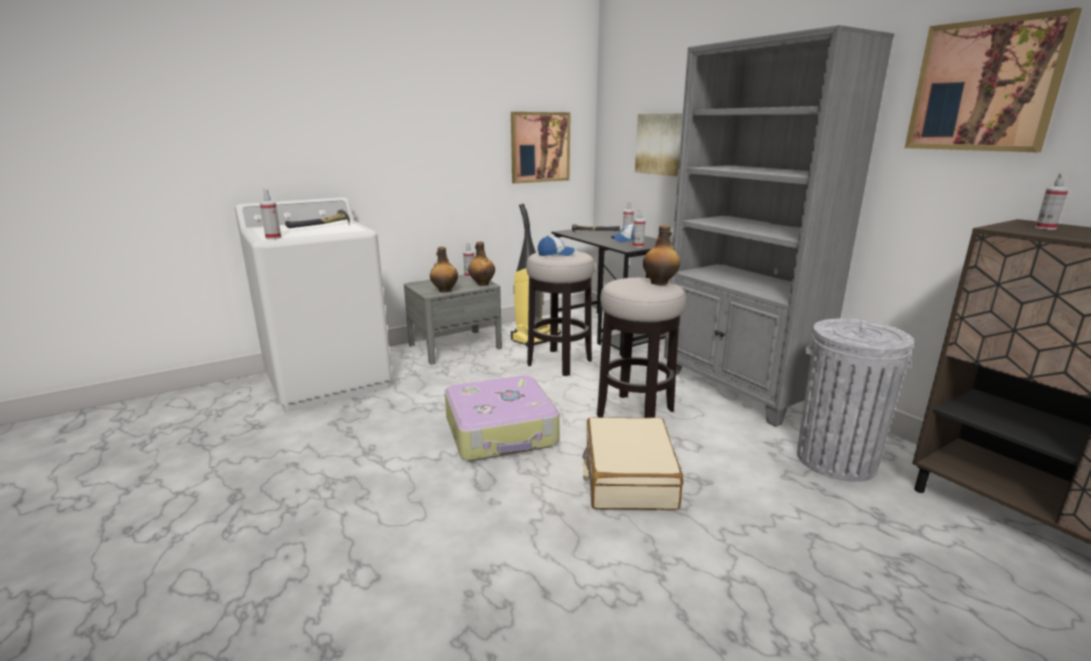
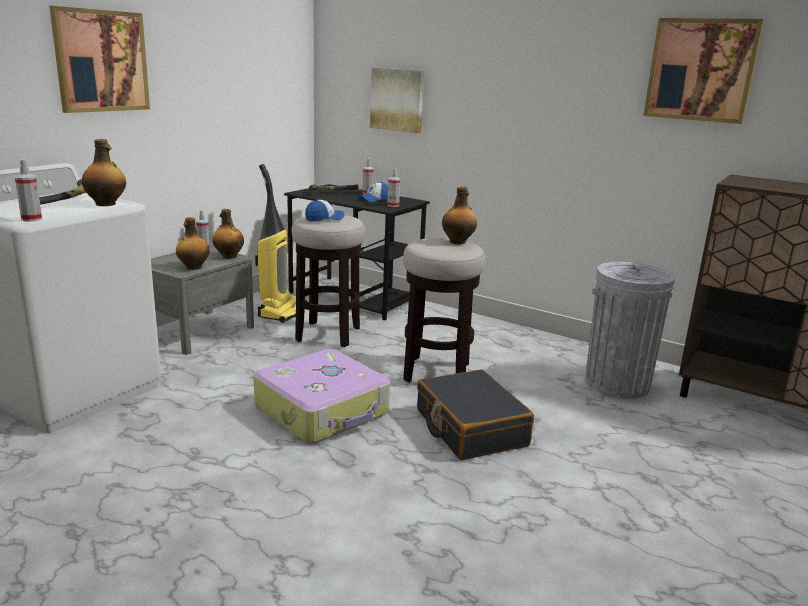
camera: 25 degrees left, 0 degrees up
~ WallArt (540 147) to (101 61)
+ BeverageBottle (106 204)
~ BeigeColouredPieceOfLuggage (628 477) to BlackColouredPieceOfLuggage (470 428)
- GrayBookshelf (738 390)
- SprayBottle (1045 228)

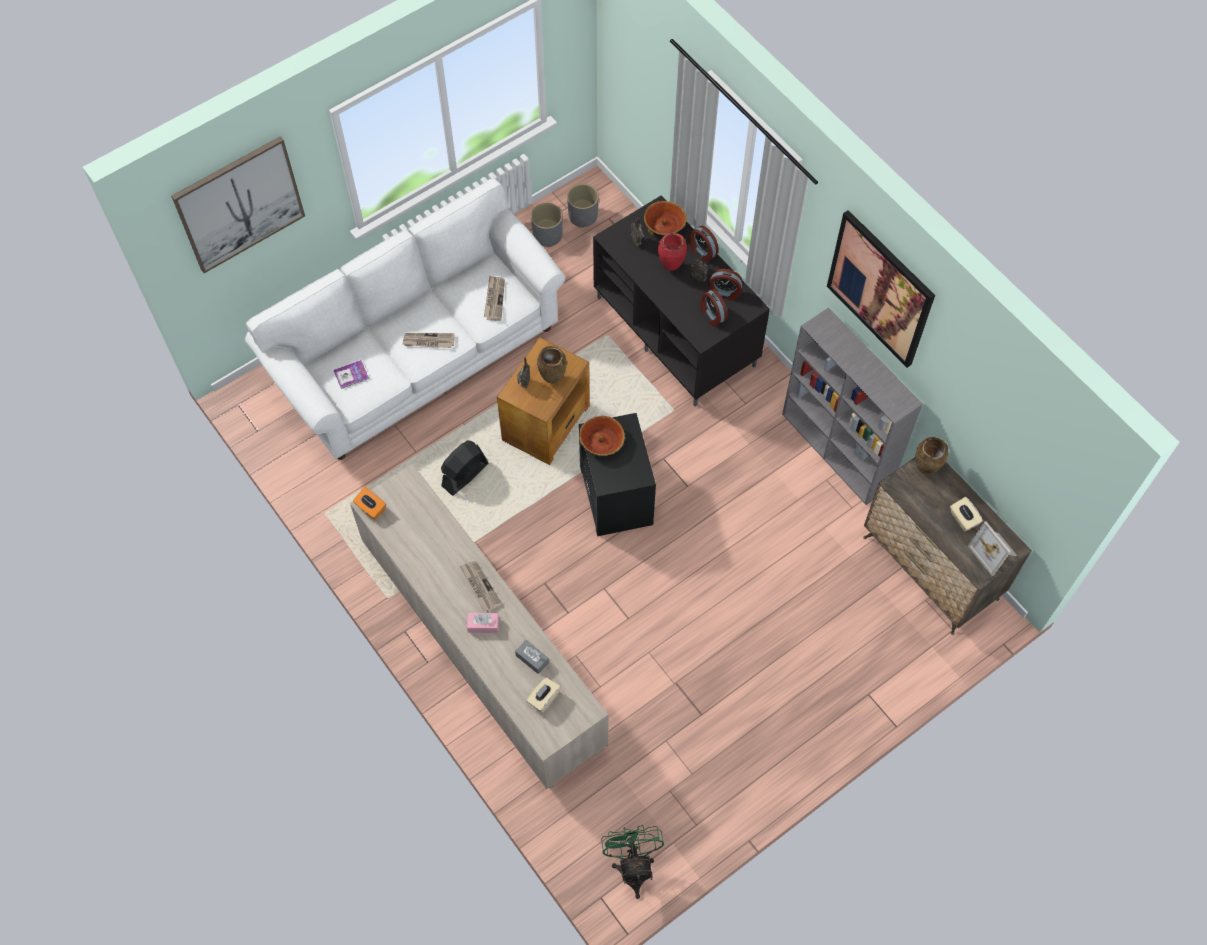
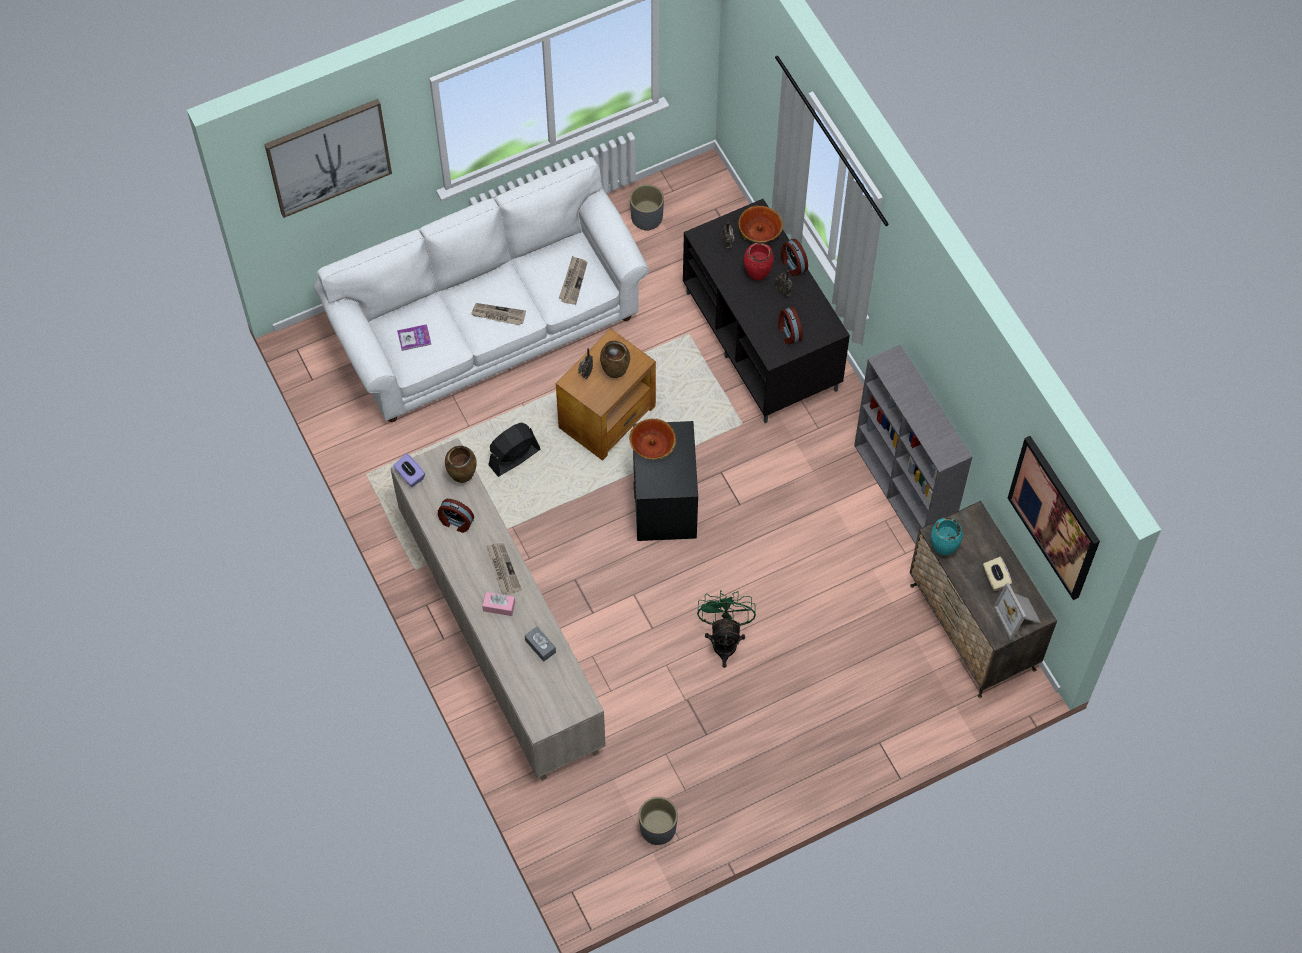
camera: 10 degrees right, 0 degrees up
~ OrangeColouredTissueBox (371 508) to PurplishTissueBox (410 475)
~ TableClock (724 293) to (456 522)
~ BrownishFlowerVase (925 470) to (462 479)
~ GrayFlowerPot (583 216) to (658 828)
~ GreenishFan (633 866) to (725 639)
+ TurquoiseFlowerVase (942 550)
~ WallArt (880 289) to (1054 517)
- BeigeColouredTissueBox (544 698)

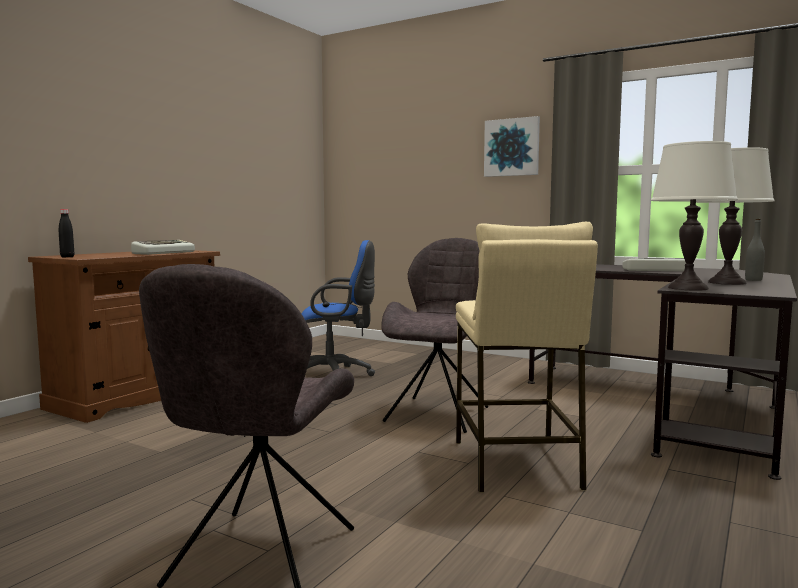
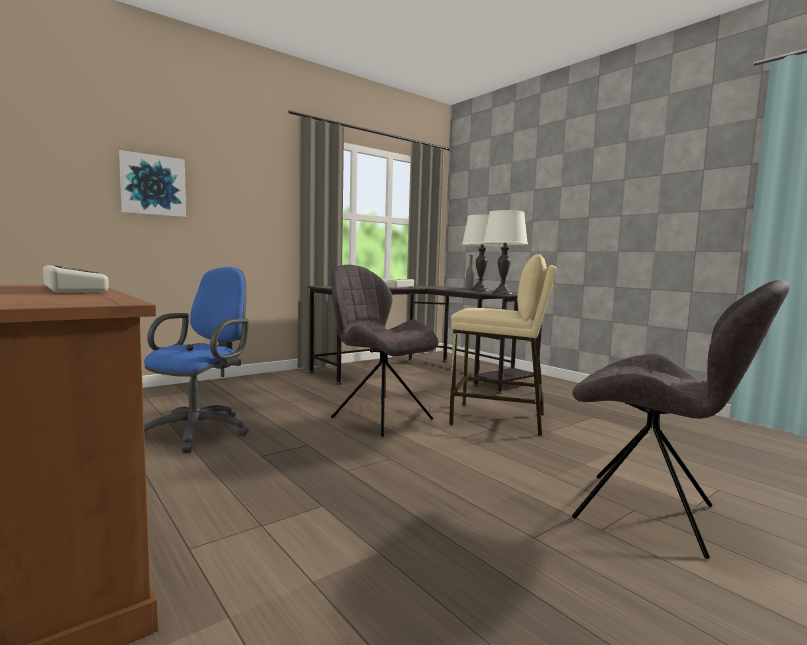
camera: 70 degrees left, 0 degrees up
~ WallArt (512 147) to (153 185)
- BlackColouredBeverageBottle (67 257)

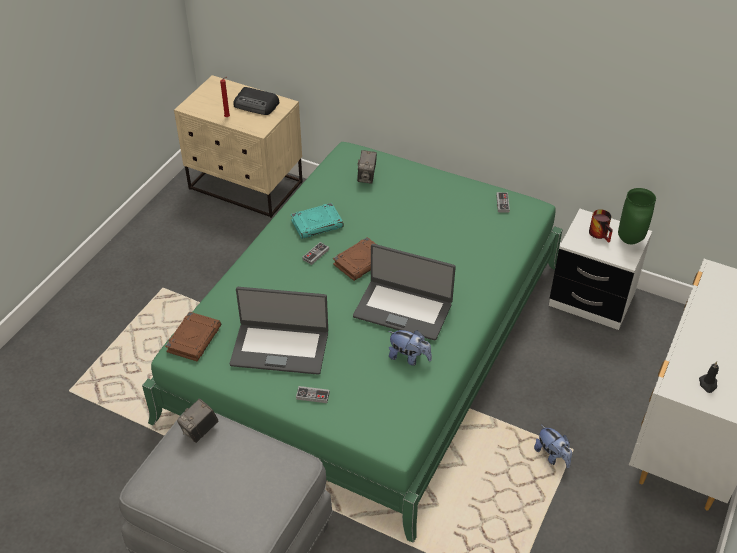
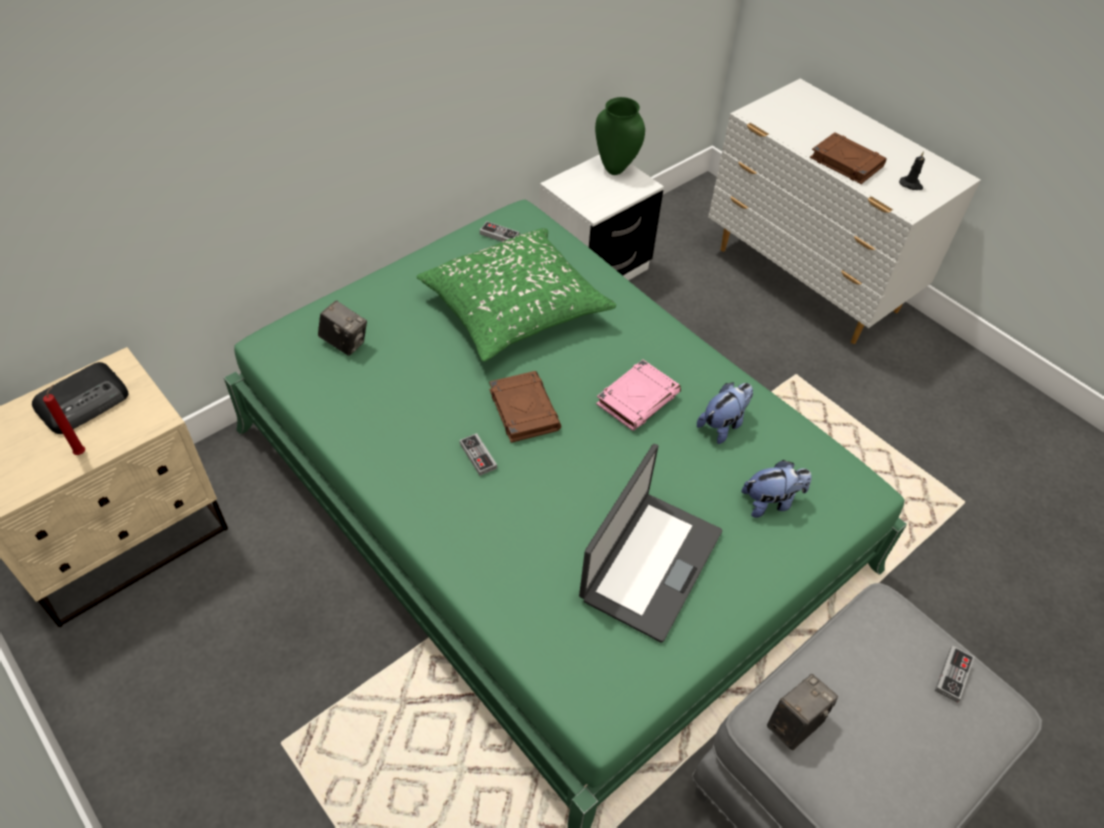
camera: 70 degrees left, 5 degrees up
+ GreenishPillow (515 309)
~ NotebookComputer (403 309) to PinkishBook (638 398)
~ PlushToy (552 456) to (771 502)
~ PhotoCamera (200 430) = (794 722) 105 degrees counterclockwise
~ BrownishBook (194 338) to (845 162)
~ GameController (312 396) to (953 675)
- TurquoiseBook (317 223)
- Mug (601 234)

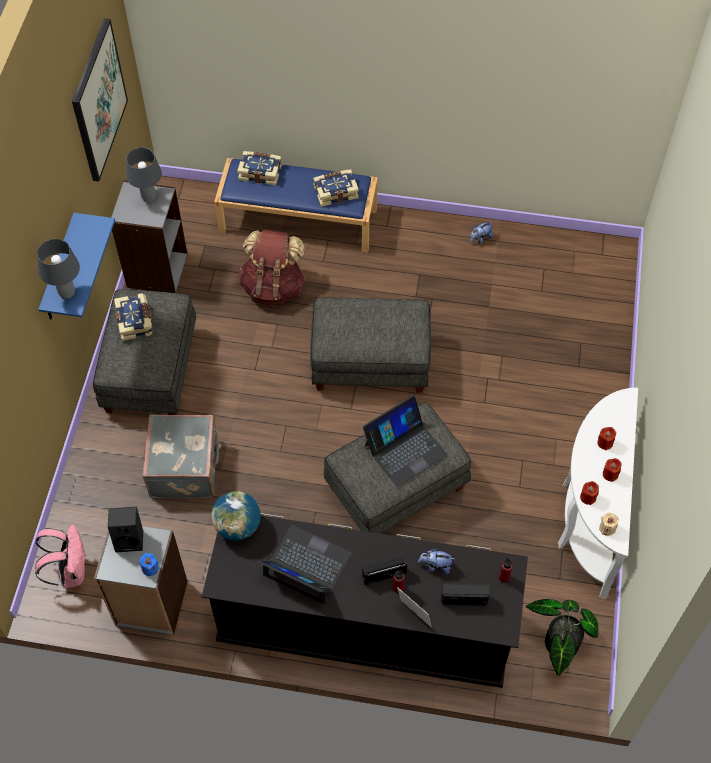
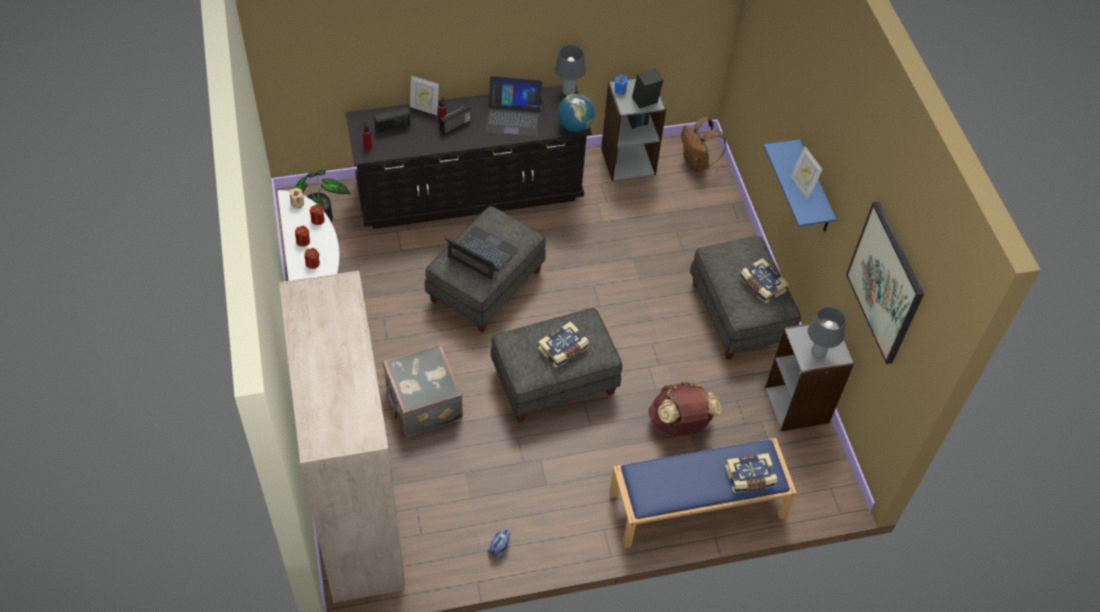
camera: 155 degrees right, 5 degrees down
+ BeigeColouredClothesCupboard (358 511)
~ GrayPieceOfLuggage (186 468) to (422 404)
~ NotebookComputer (405 449) = (482 253) 90 degrees clockwise
~ Book (335 191) to (563 350)
~ GrayTableLamp (67 293) to (568 92)
~ PinkishBackpack (70 571) to BrownishBackpack (697 163)
+ PhotoFrame (802 187)
- PlushToy (435 566)

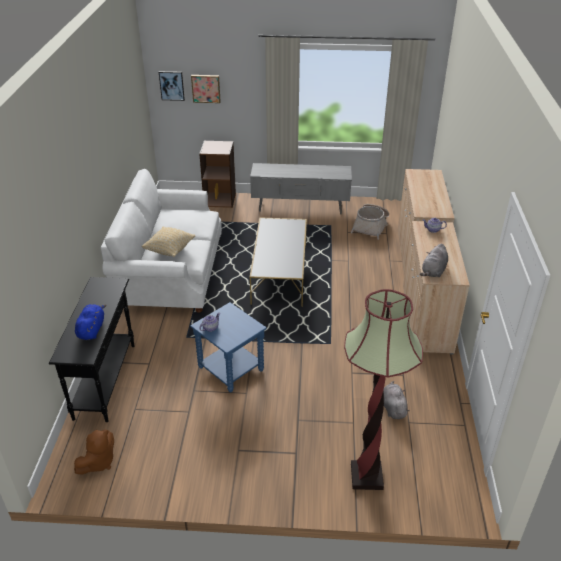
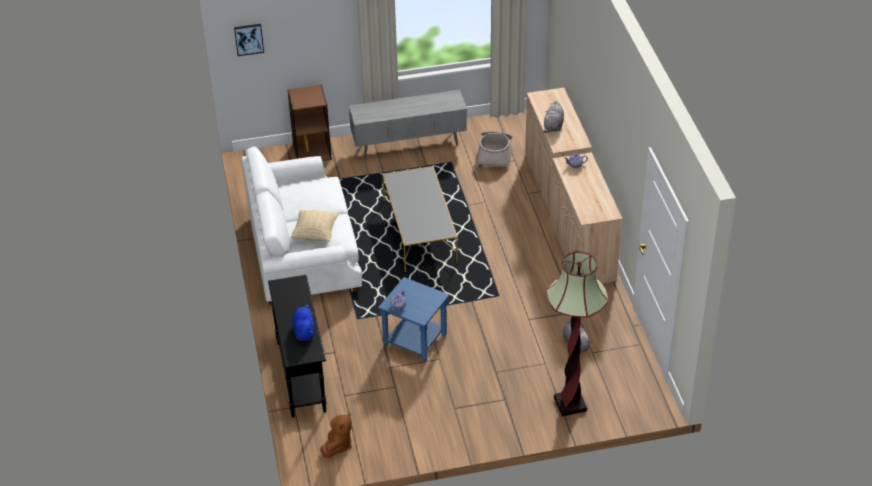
camera: 15 degrees left, 5 degrees up
~ GrayPlushToy (433 271) to (553 126)
- WallArt (206 88)

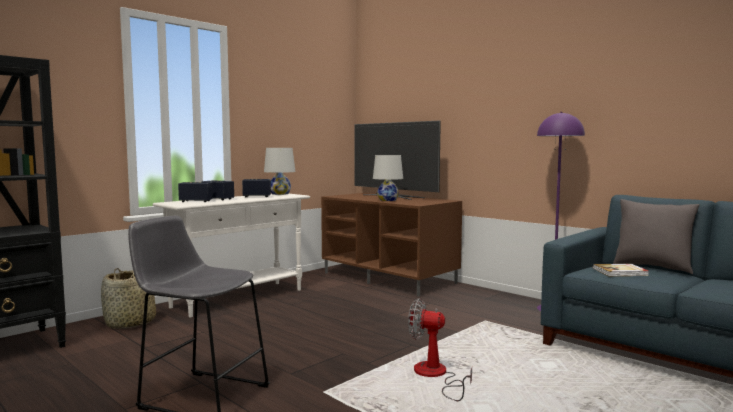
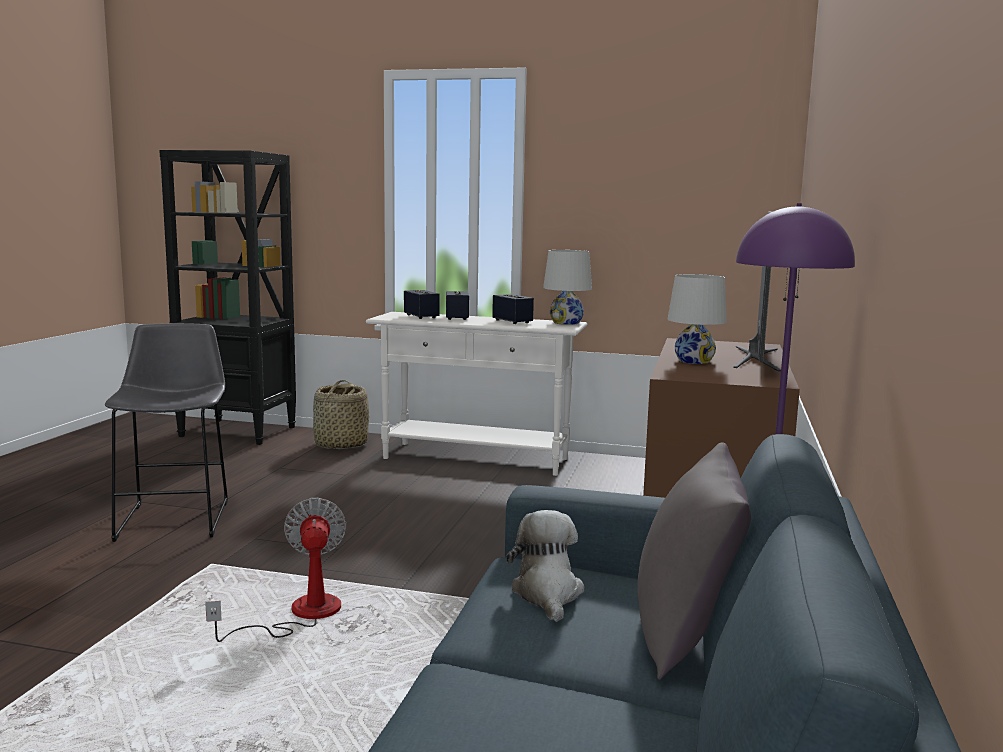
camera: 60 degrees right, 5 degrees up
~ Book (620 272) to PlushToy (547 594)

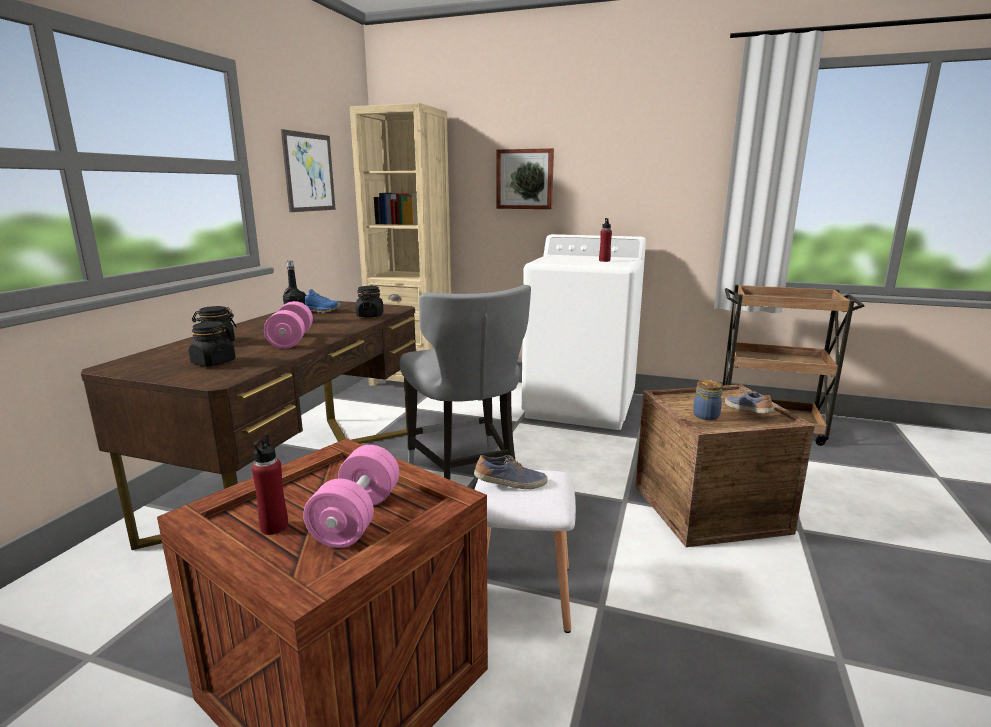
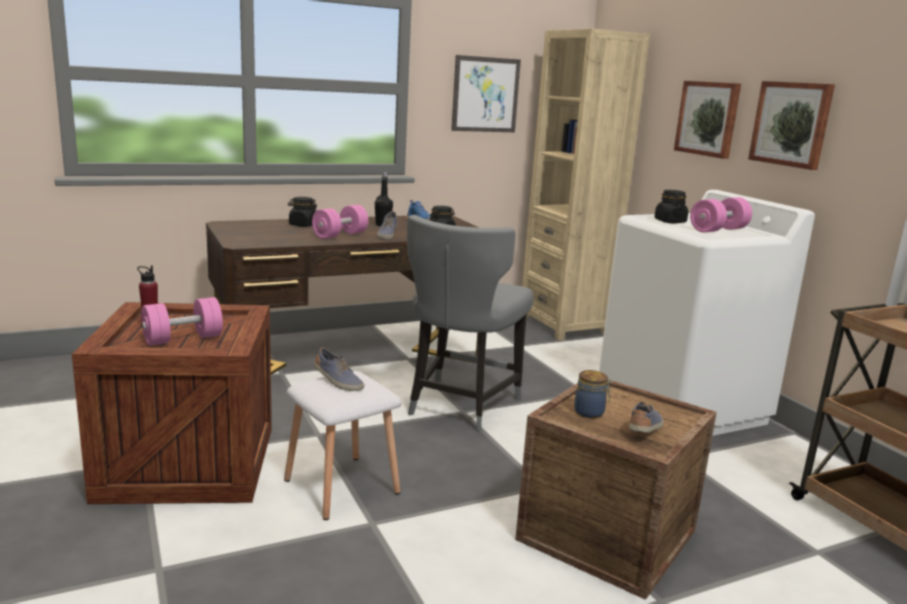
camera: 45 degrees right, 0 degrees up
+ LowShoe (387 234)
~ BlackColouredJar (213 362) to (669 221)
~ ReddishBeverageBottle (604 261) to PinkishFreeWeight (718 230)
+ WallArt (791 124)

